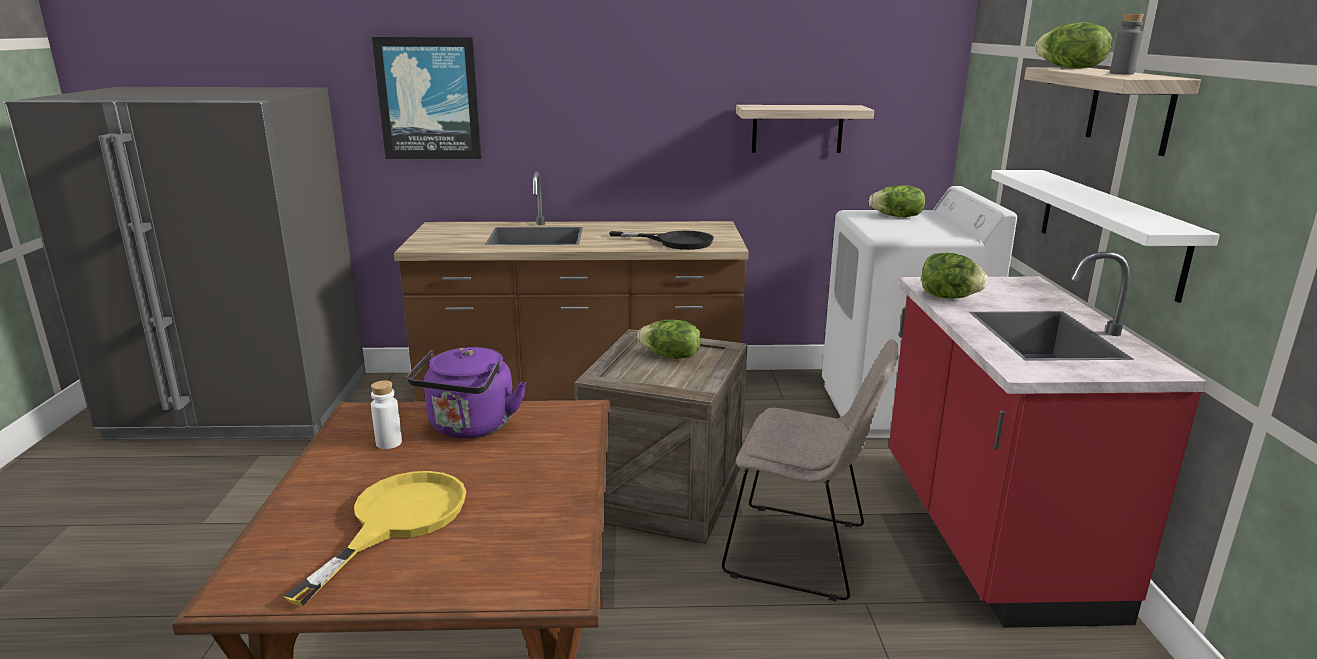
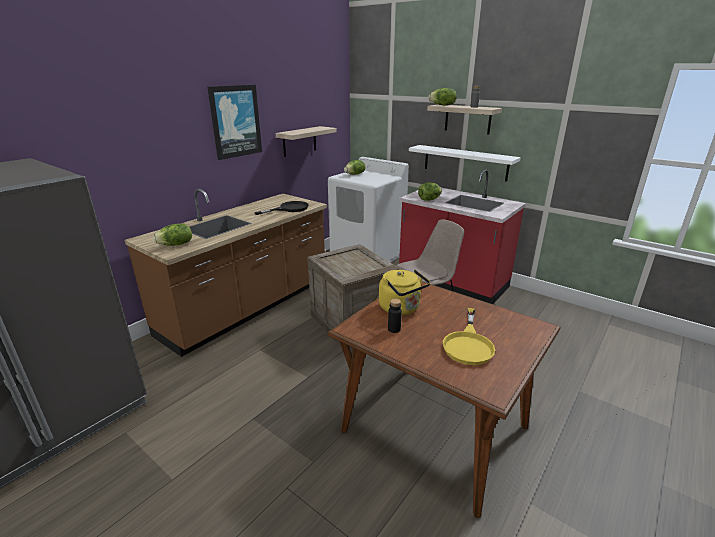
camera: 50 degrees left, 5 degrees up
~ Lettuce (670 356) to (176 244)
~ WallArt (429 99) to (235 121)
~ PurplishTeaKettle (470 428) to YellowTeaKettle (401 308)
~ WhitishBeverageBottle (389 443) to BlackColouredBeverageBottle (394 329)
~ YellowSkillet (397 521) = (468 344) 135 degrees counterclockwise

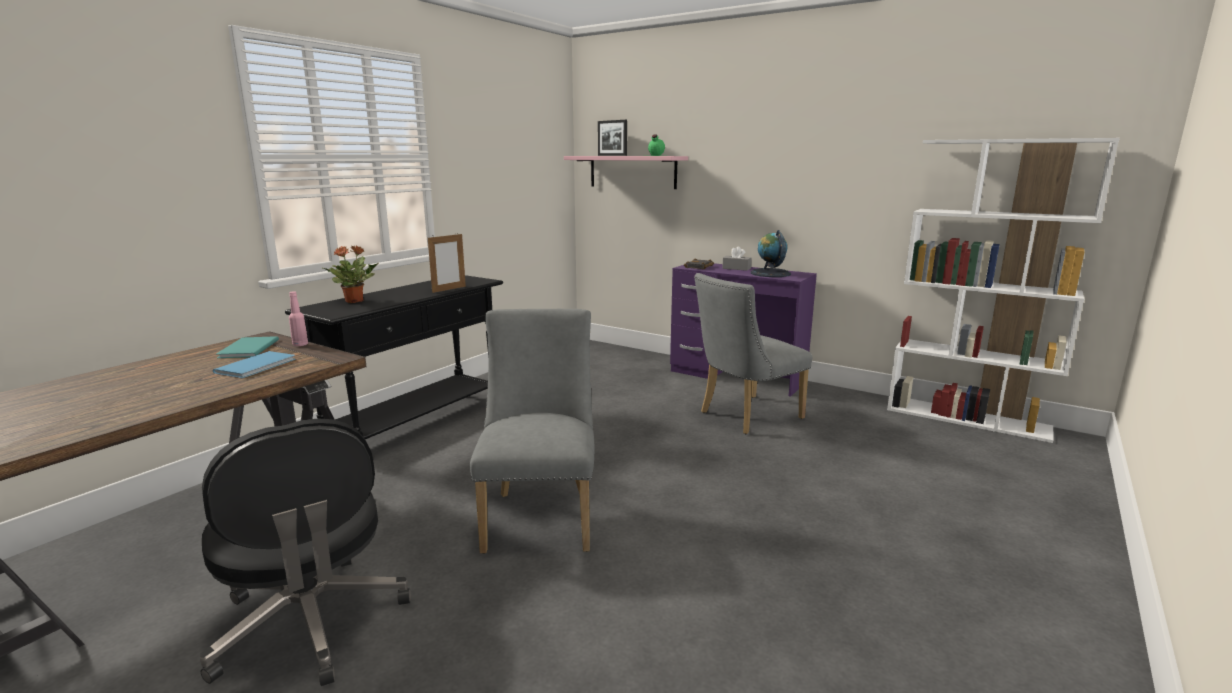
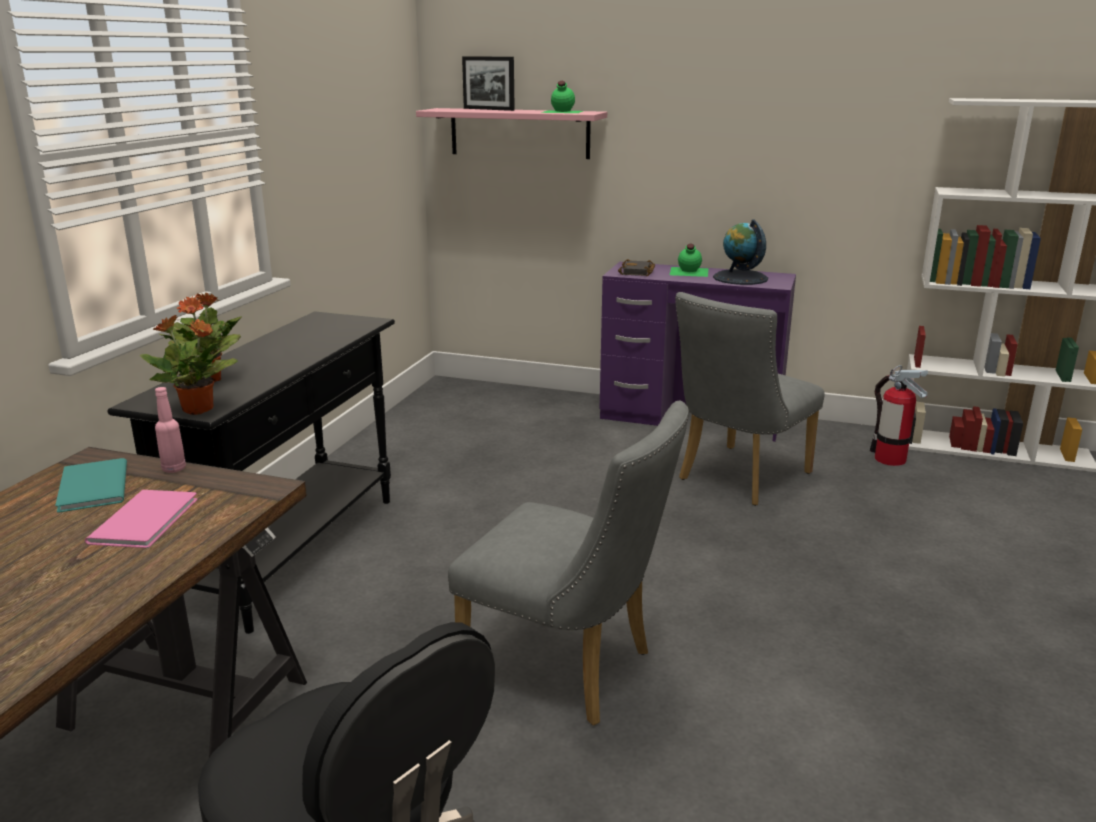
camera: 15 degrees left, 5 degrees up
~ BlueColouredBook (259 365) to PinkishBook (149 519)
+ Houseplant (199 410)
~ GrayChair (541 515) = (569 670) 135 degrees clockwise
~ GrayTissueBox (736 268) to GreenishBeverageBottle (688 271)
+ FireExtinguisher (889 459)
- PhotoFrame (449 289)

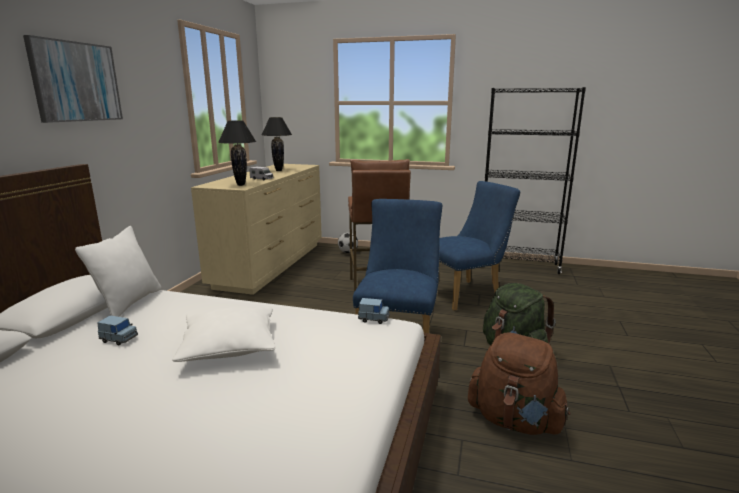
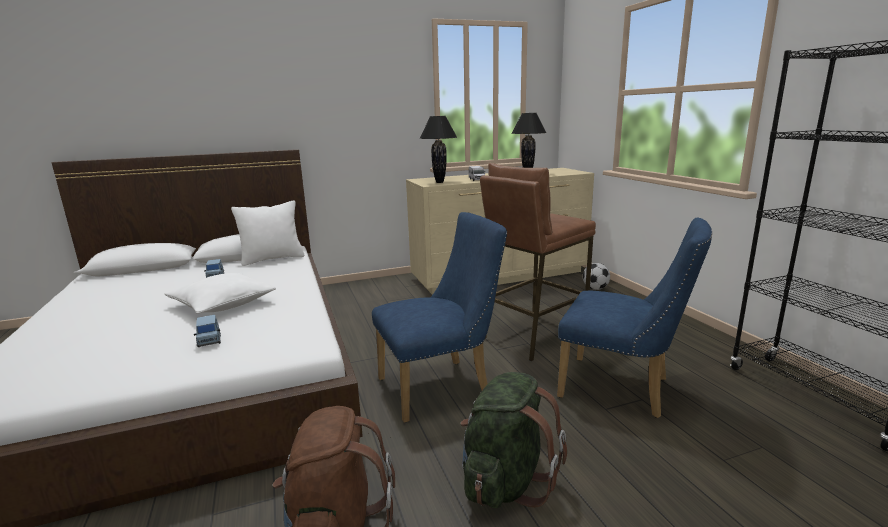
camera: 55 degrees right, 0 degrees up
~ BlueColouredToyCar (373 319) to (209 341)
- WallArt (76 82)

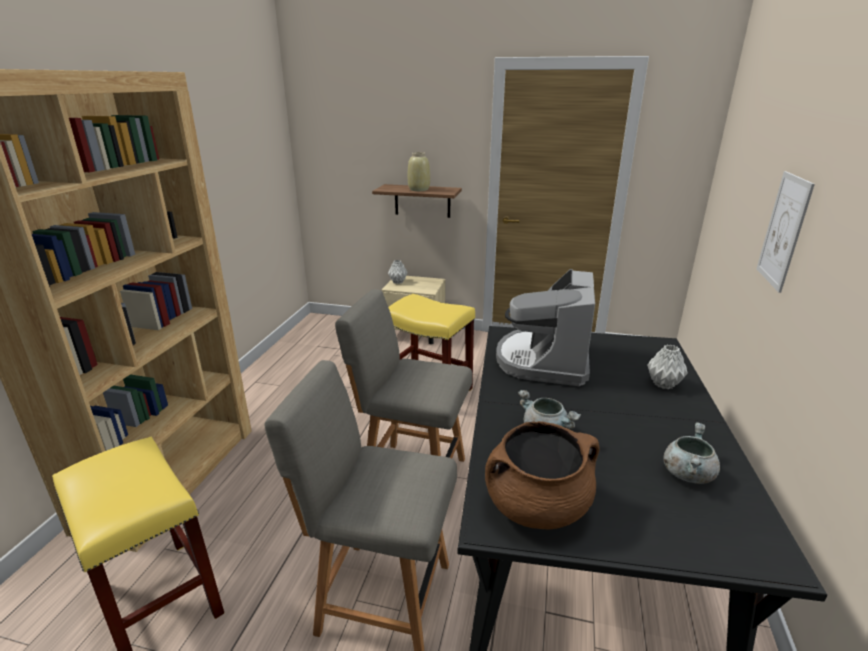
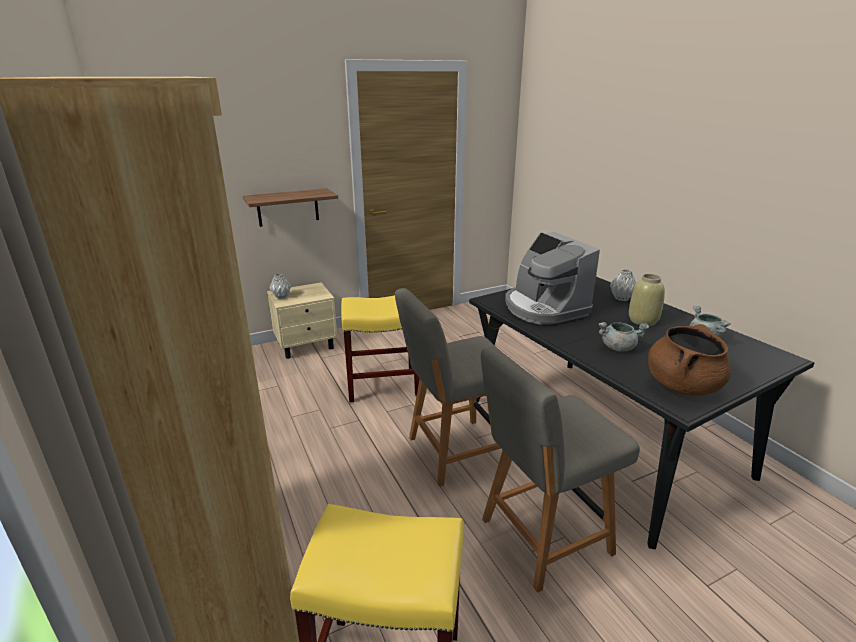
camera: 40 degrees left, 0 degrees up
~ BeigeColouredFlowerVase (419 189) to (642 321)
- WallArt (783 231)

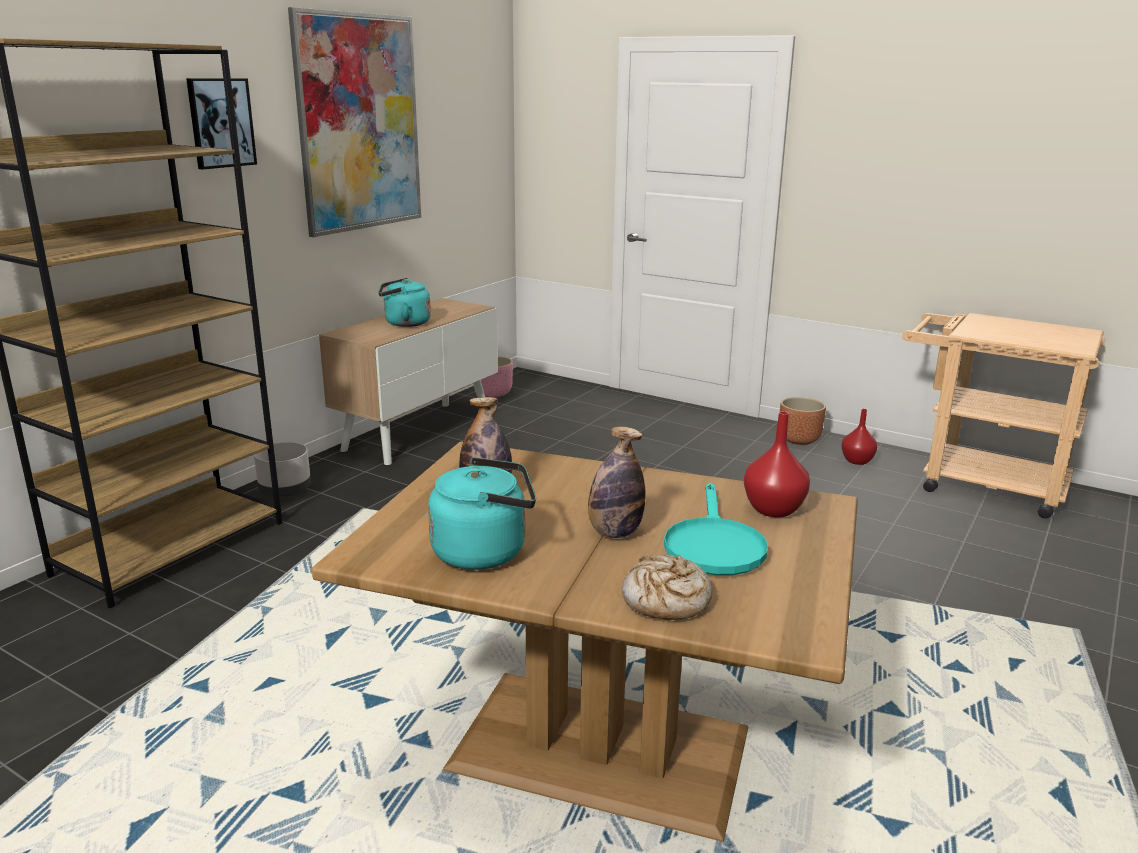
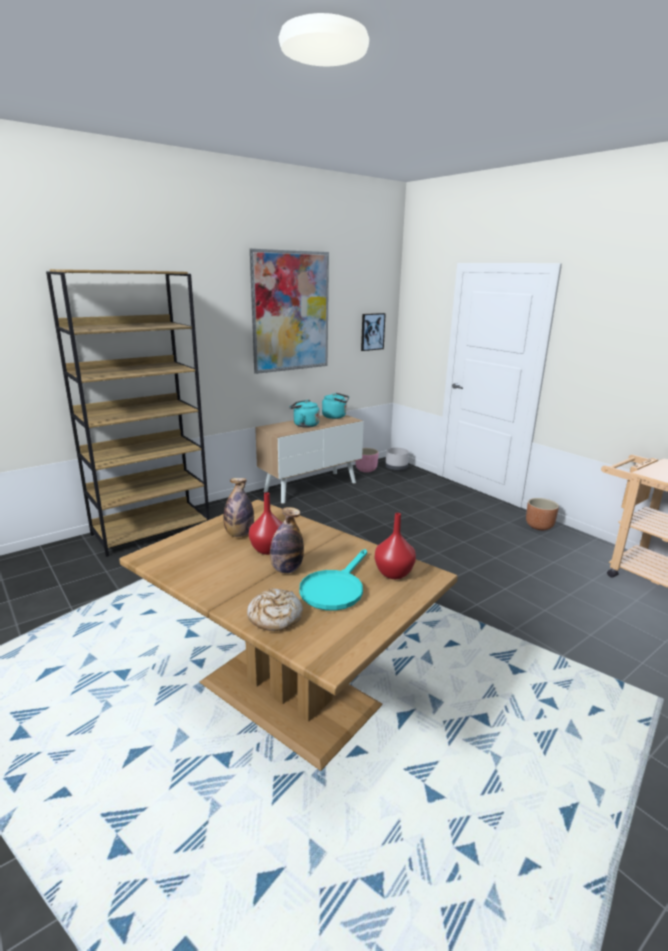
camera: 20 degrees right, 0 degrees up
~ ReddishFlowerVase (857 461) to (268 550)
~ TurquoiseTeaKettle (485 552) to (335 416)
~ WallArt (221 123) to (372 331)
~ GrayFlowerPot (285 490) to (396 468)

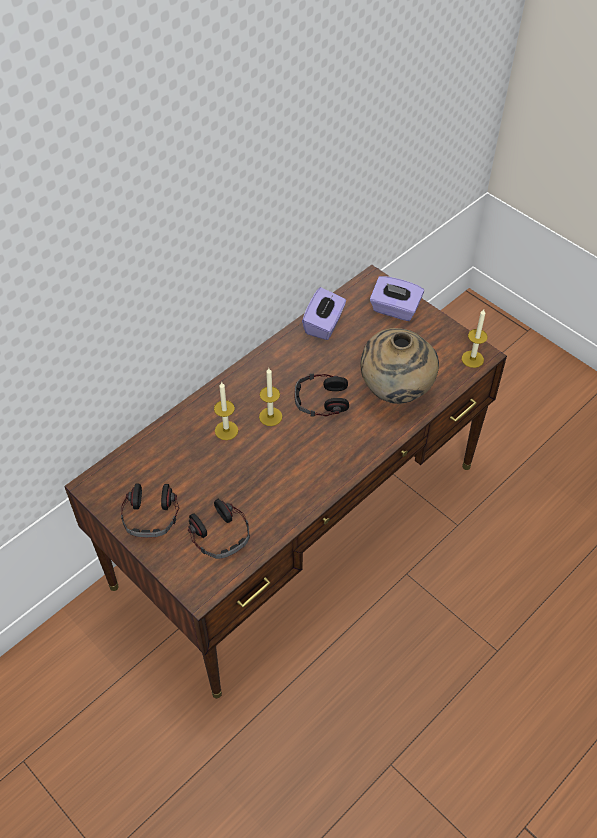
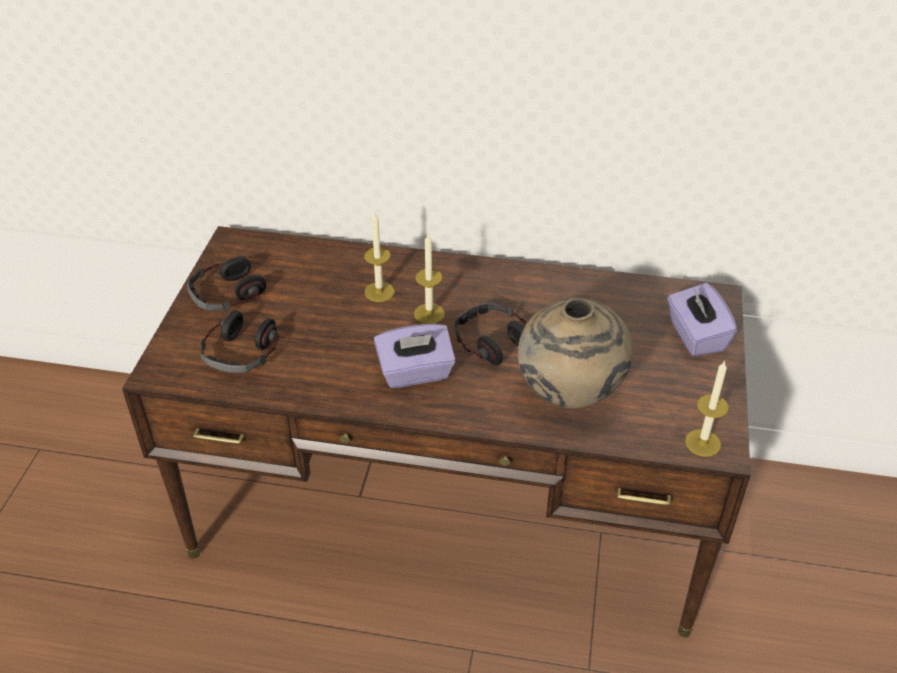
camera: 55 degrees right, 10 degrees down
~ PurplishTissueBox (324 325) to (415 373)

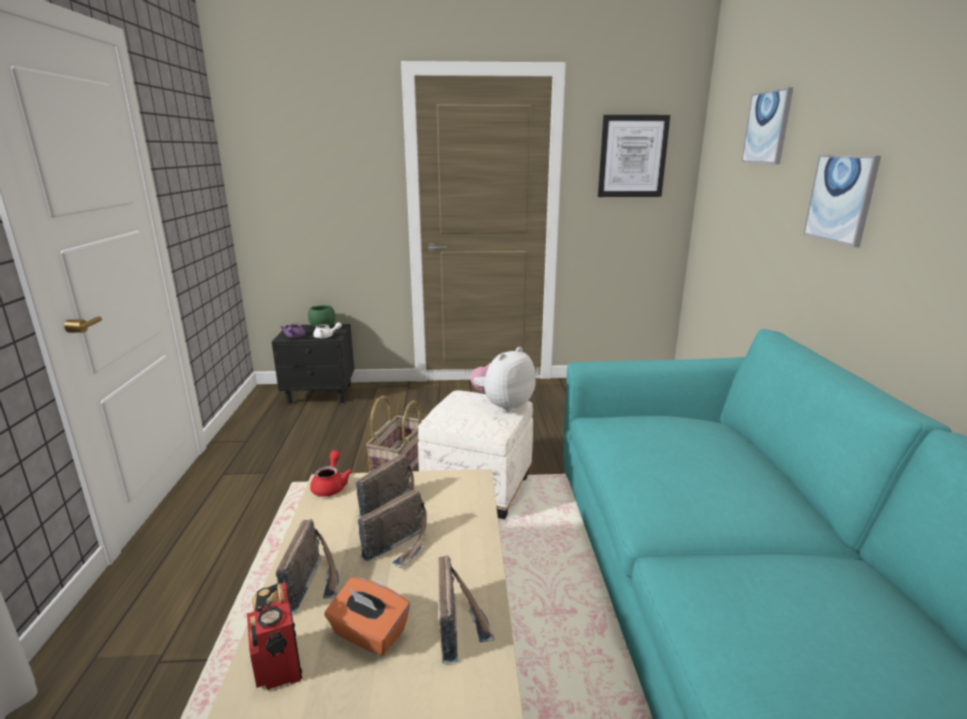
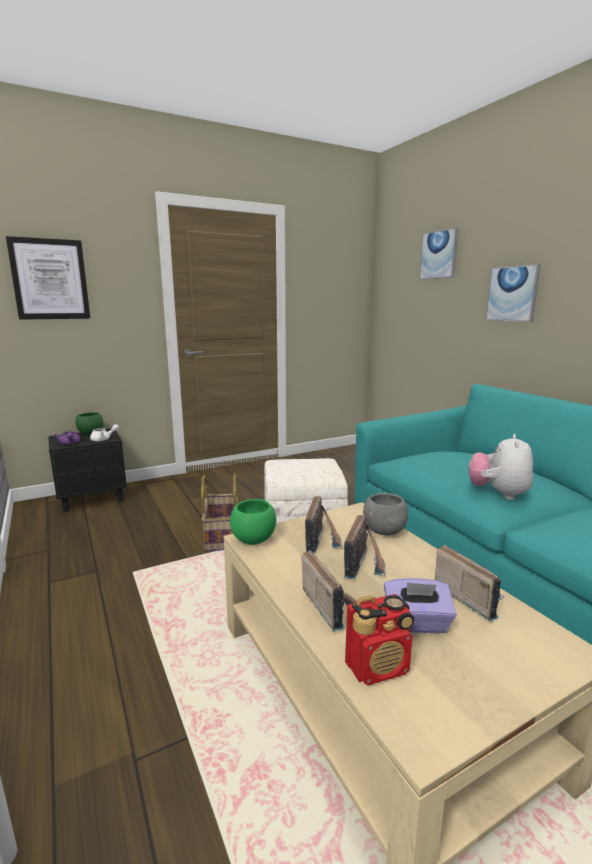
camera: 25 degrees left, 5 degrees down
~ WallArt (632 156) to (50 279)
~ ReddishPotForTea (331 486) to GreenishBowl (253 539)
~ RadioSet (278 665) = (378 667) 60 degrees counterclockwise
+ GrayBowl (384 531)
~ OrangeColouredTissueBox (369 634) to PurplishTissueBox (417 623)
~ PlushToy (503 405) to (498 494)

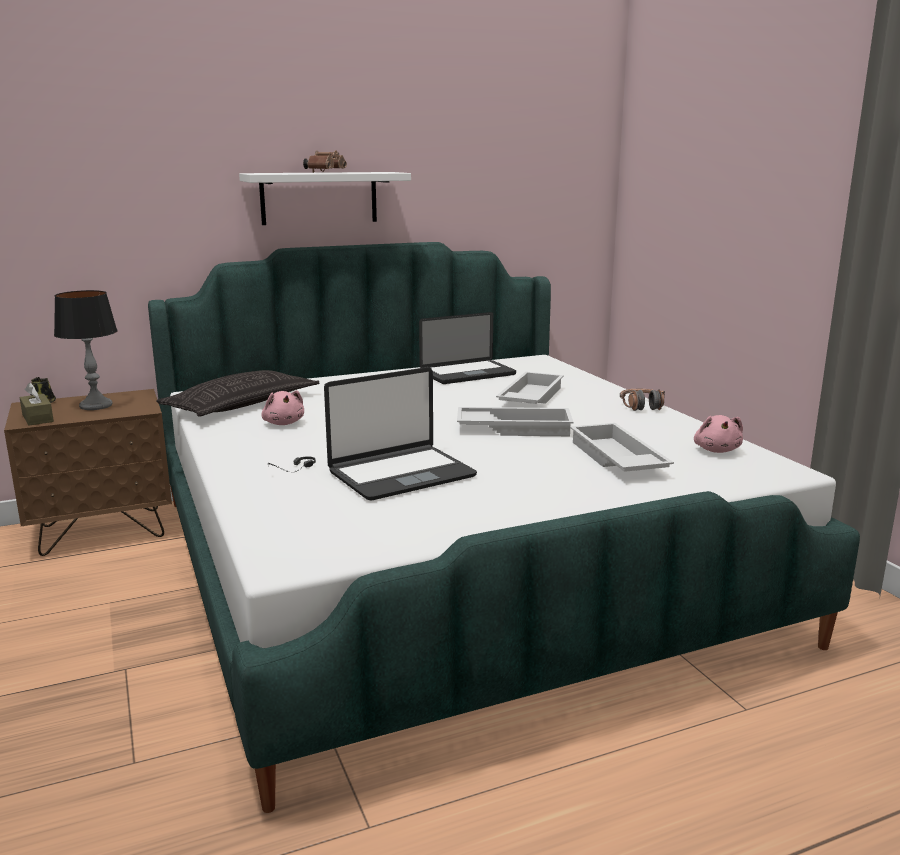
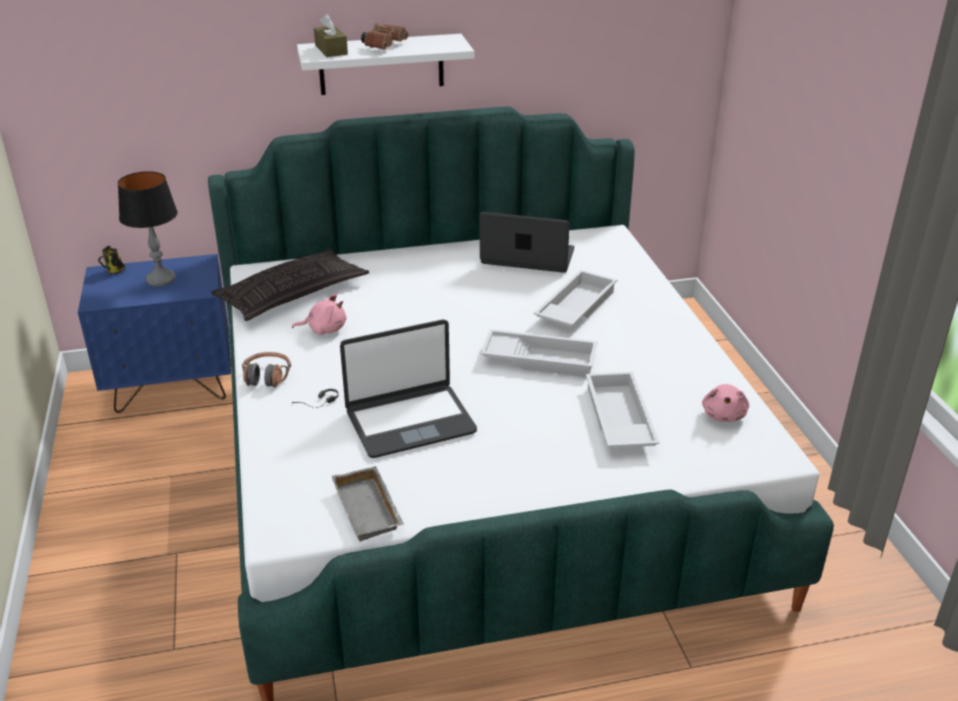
camera: 10 degrees right, 15 degrees up
~ BrownishNightstand (103 531) to BlueColouredNightstand (172 386)
~ Headphones (642 406) to (266 376)
~ PinkishPlushToy (283 423) = (324 329) 75 degrees counterclockwise
~ BrownishTissueBox (37 418) to (331 50)
+ GrayTray (370 509)
~ NotebookComputer (468 374) = (527 257) 150 degrees counterclockwise

